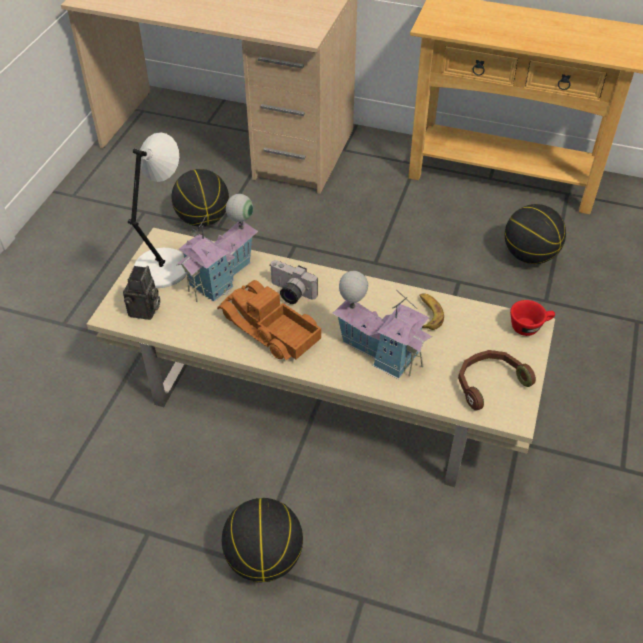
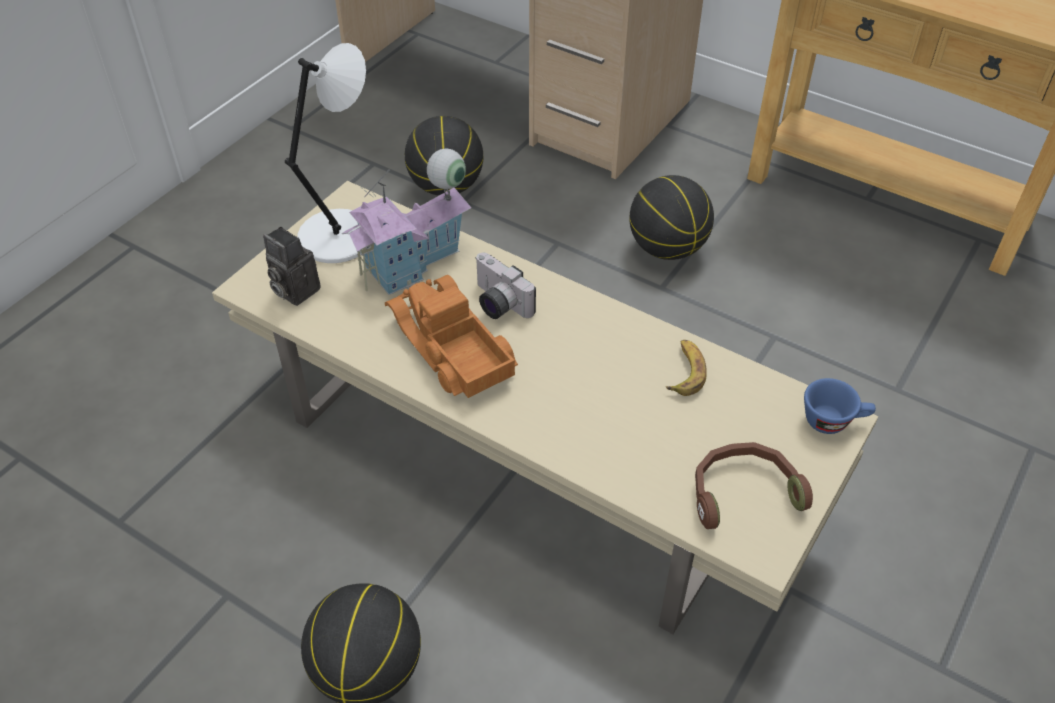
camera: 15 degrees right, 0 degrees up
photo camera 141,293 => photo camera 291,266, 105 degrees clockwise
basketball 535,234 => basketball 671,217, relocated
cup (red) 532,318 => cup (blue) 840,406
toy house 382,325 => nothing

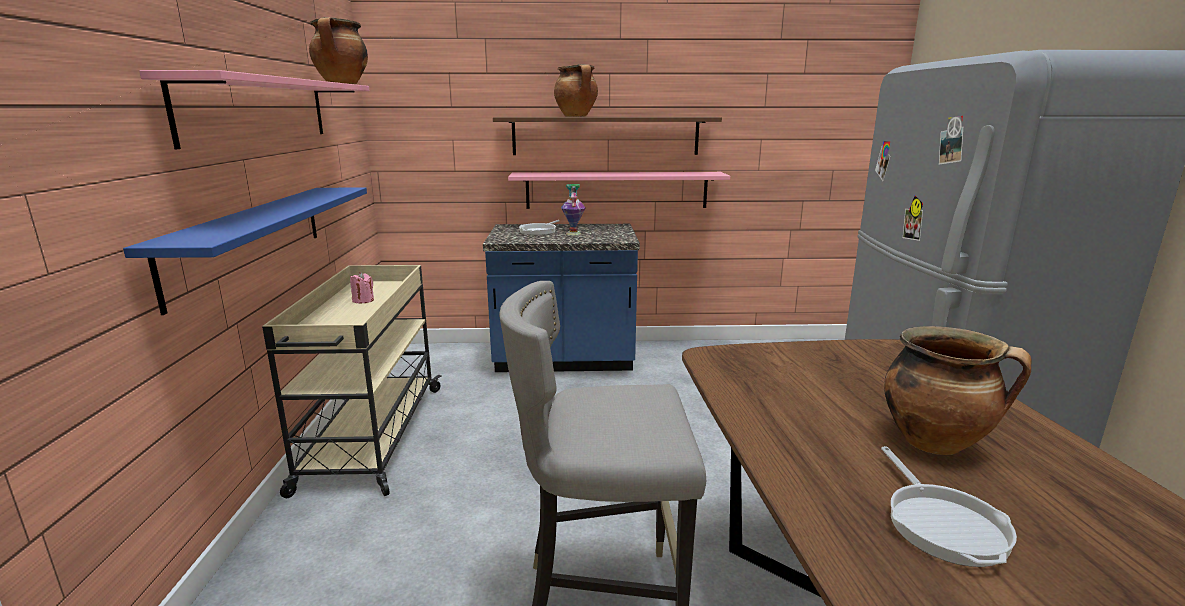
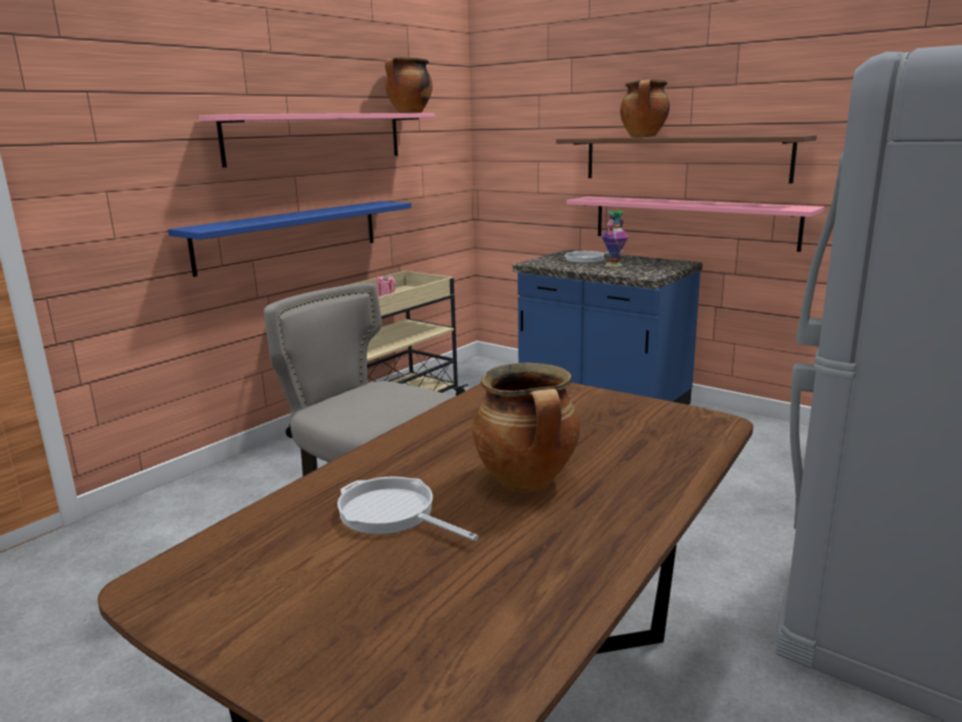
camera: 40 degrees right, 0 degrees up
frying pan 949,506 => frying pan 408,508, 90 degrees clockwise

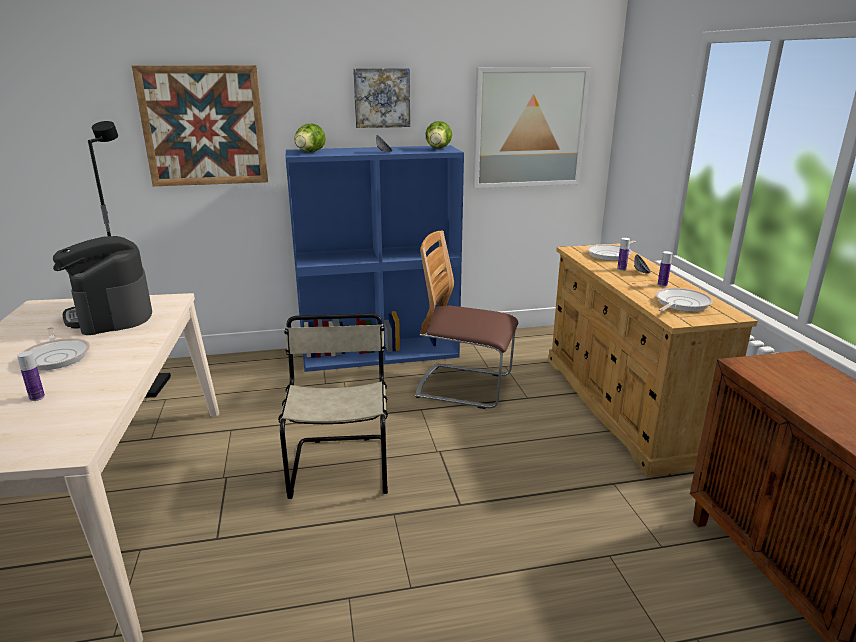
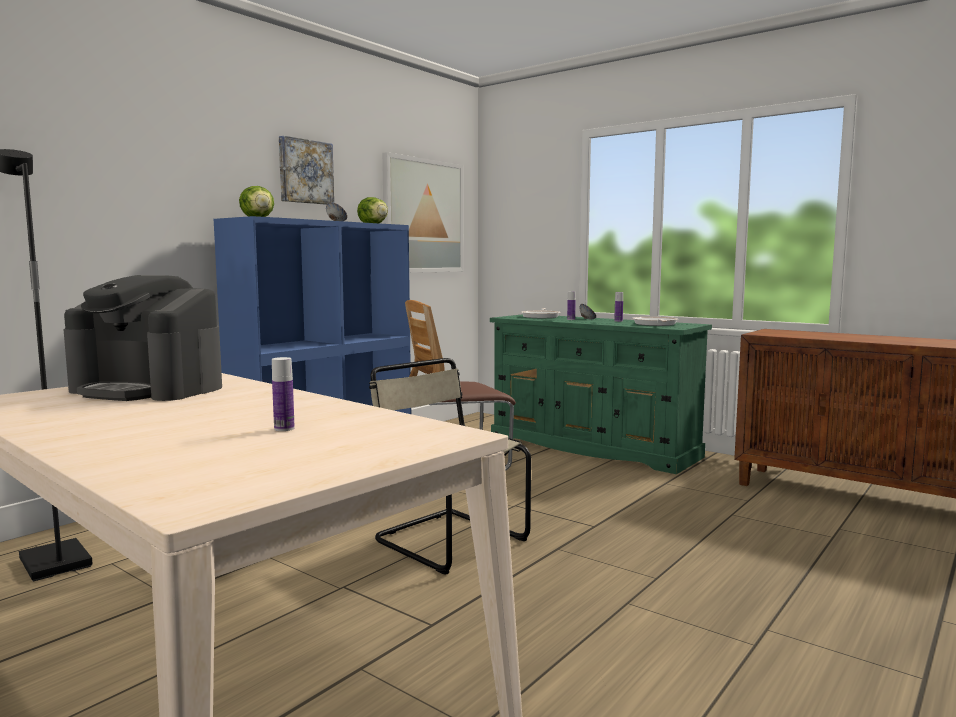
camera: 40 degrees left, 15 degrees down
dresser (beige) 653,360 => dresser (green) 601,394
frying pan 54,348 => nothing
picture 200,125 => nothing

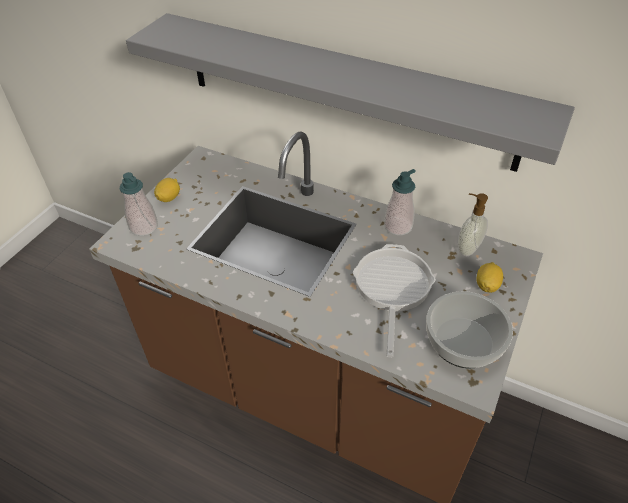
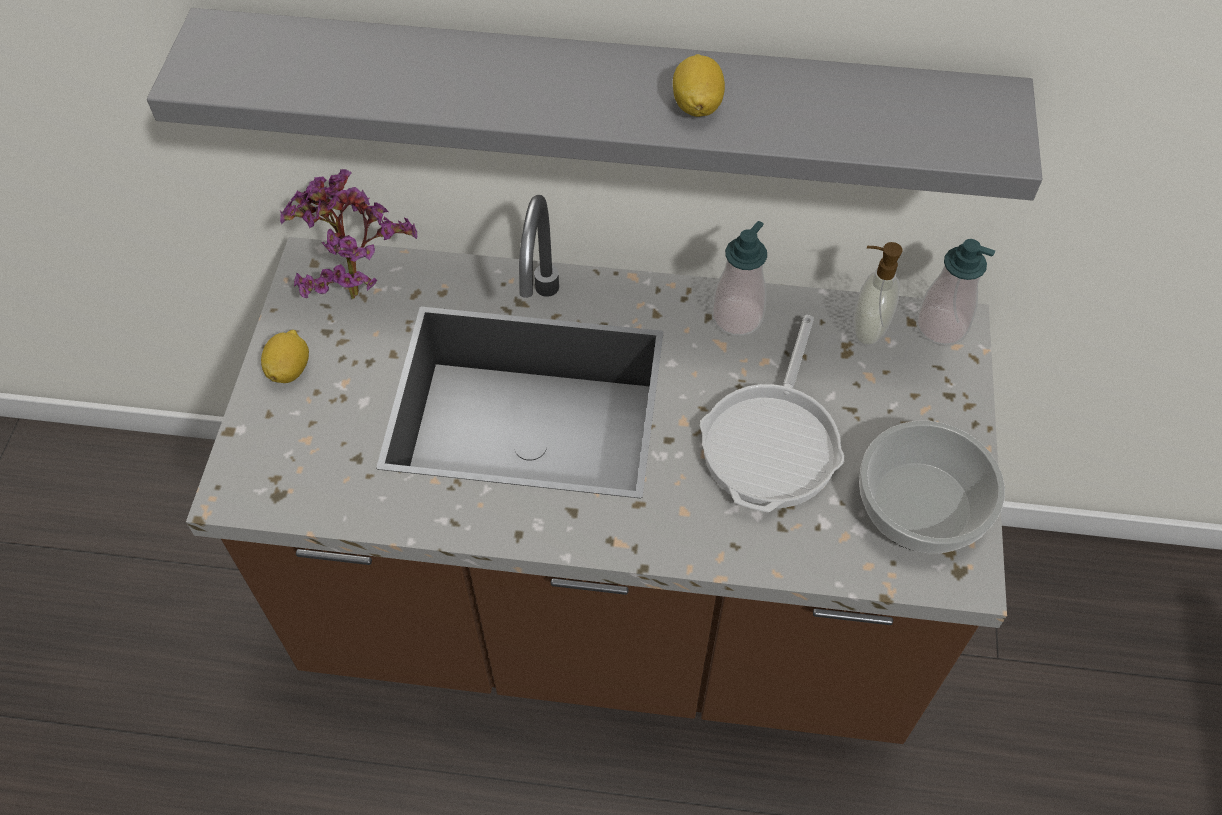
camera: 20 degrees left, 10 degrees up
nothing => potted plant 348,234
lemon 490,277 => lemon 699,85, relocated
frying pan 394,301 => frying pan 772,413, 150 degrees counterclockwise
soap dispenser 139,204 => soap dispenser 955,292, relocated

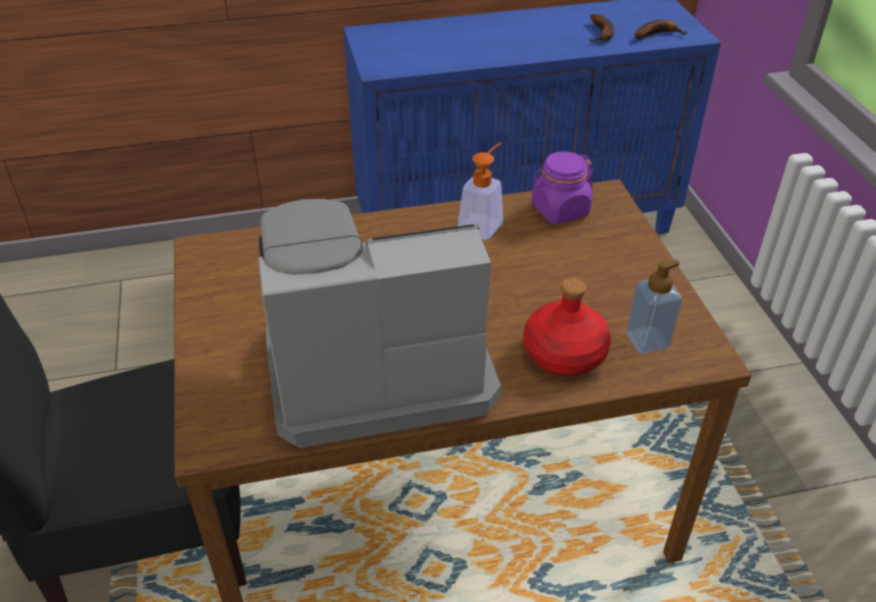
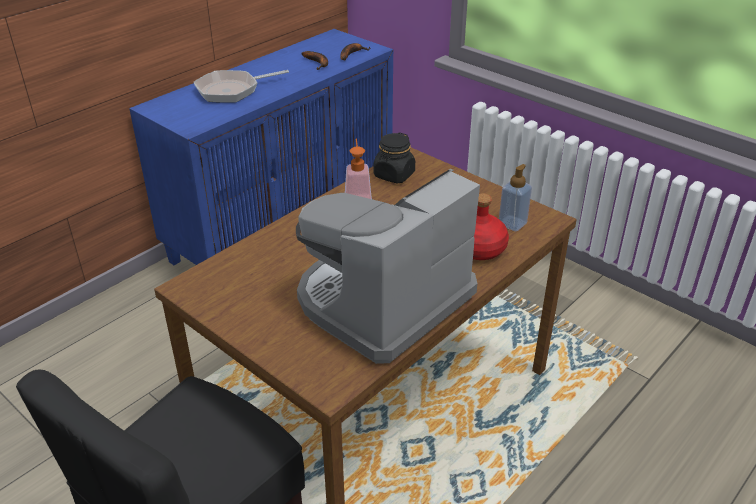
camera: 35 degrees left, 5 degrees down
nothing => frying pan 241,86
jar (purple) 562,187 => jar (black) 394,157

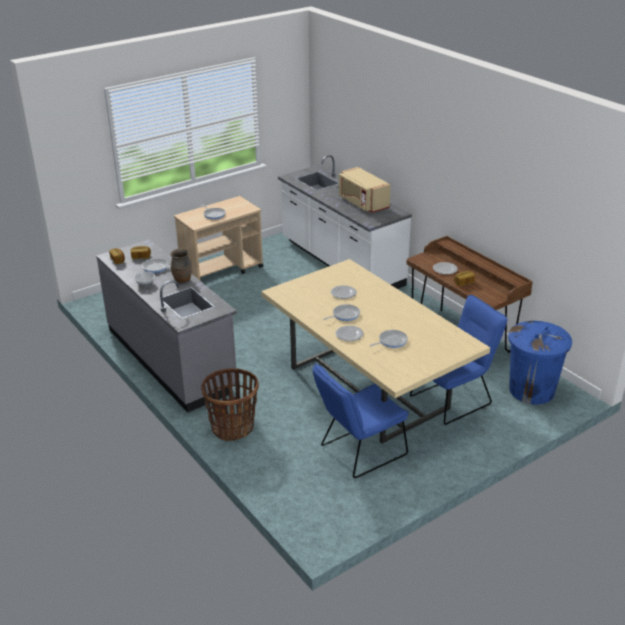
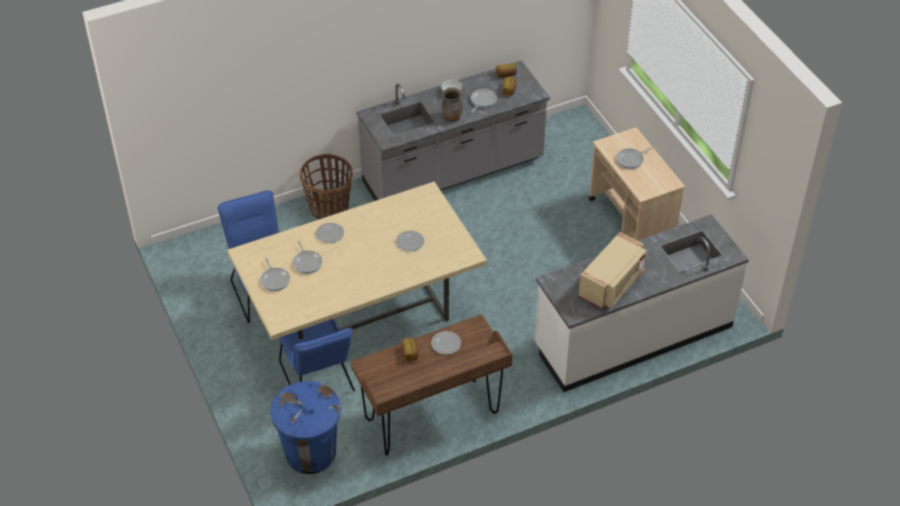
camera: 100 degrees right, 15 degrees up
frying pan 342,312 => frying pan 275,274, relocated
microwave (beige) 365,190 => microwave (beige) 612,270, 150 degrees clockwise

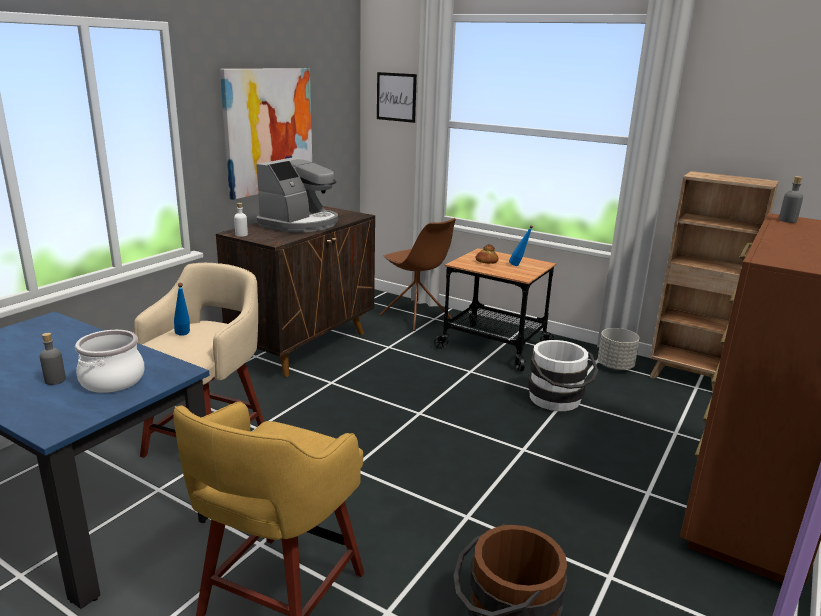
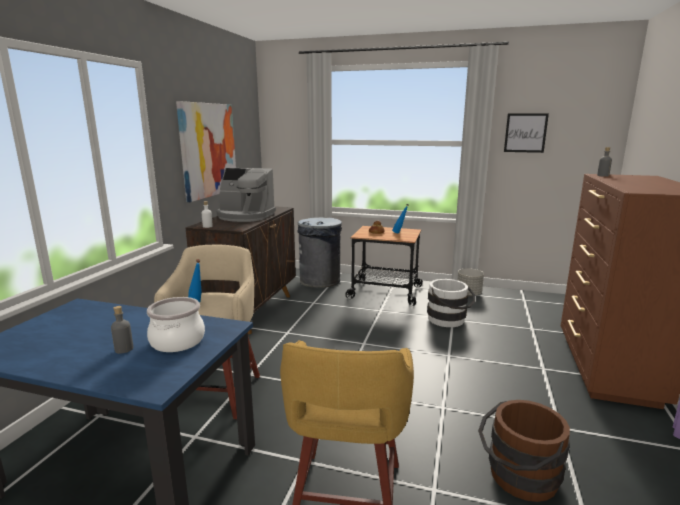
camera: 15 degrees left, 5 degrees down
coffee machine 297,194 => coffee machine 246,195, 90 degrees clockwise
chair (brown) 418,274 => trash can (grey) 320,252
picture 397,97 => picture 526,133, relocated
bookcase (brown) 714,281 => nothing

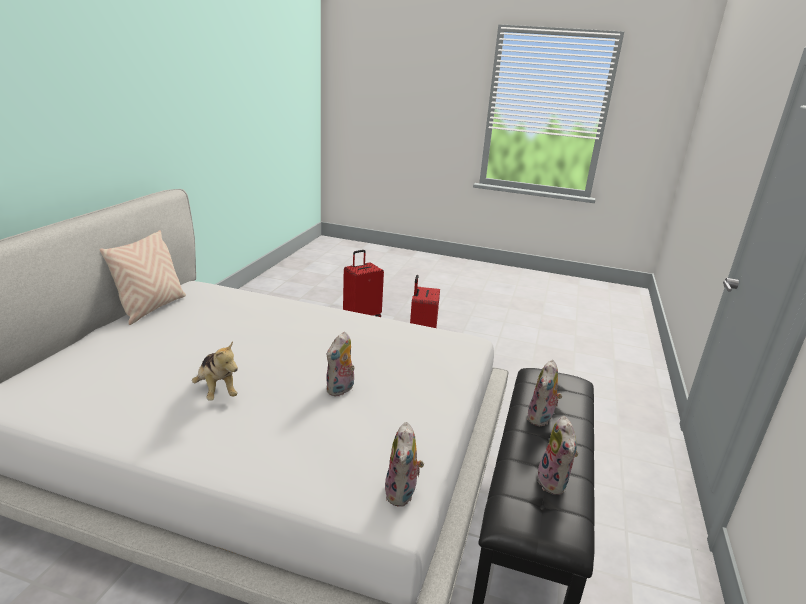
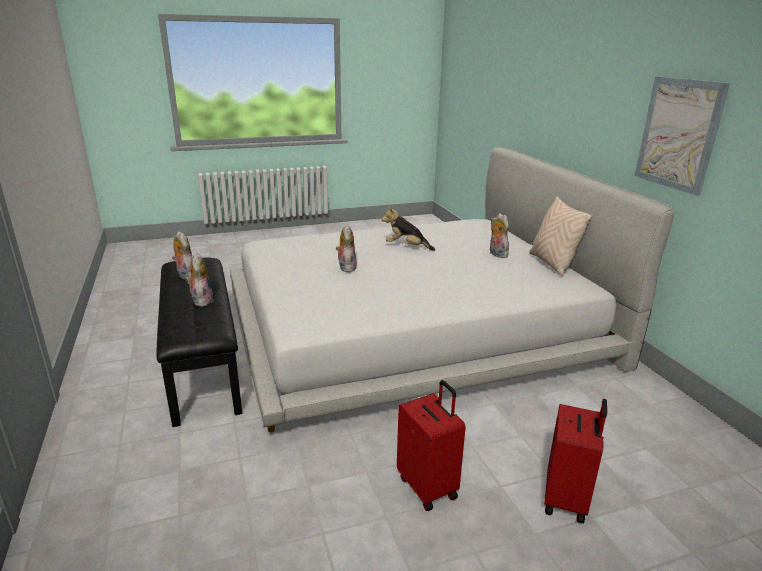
camera: 145 degrees right, 0 degrees up
plush toy 404,464 => plush toy 500,235, relocated
nothing => picture 682,136

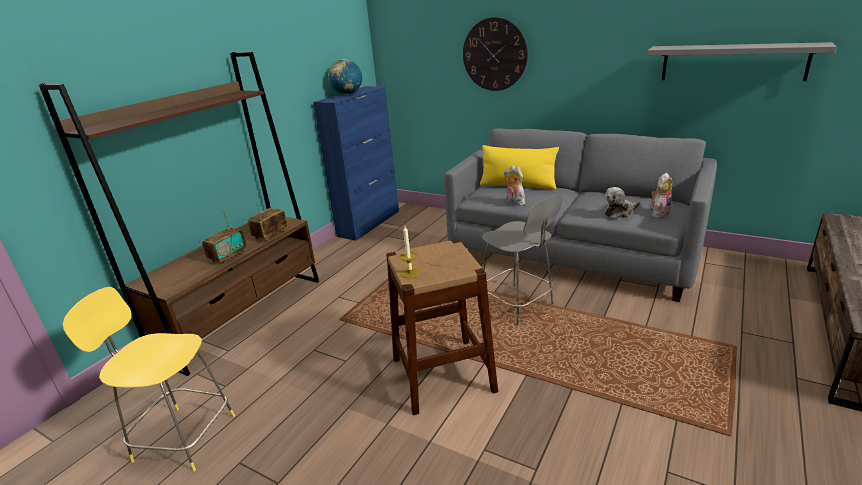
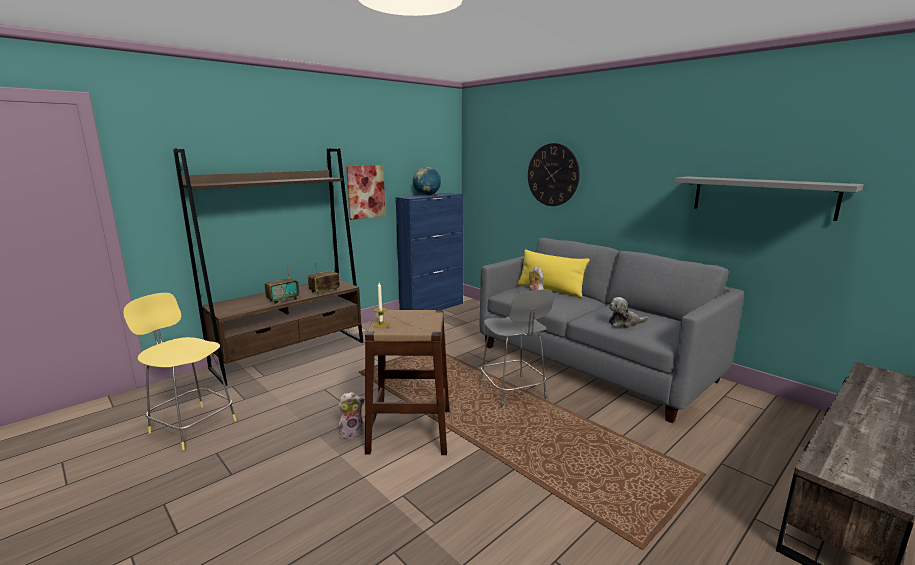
camera: 15 degrees right, 10 degrees down
plush toy 662,195 => plush toy 351,415, relocated
nothing => picture 366,192

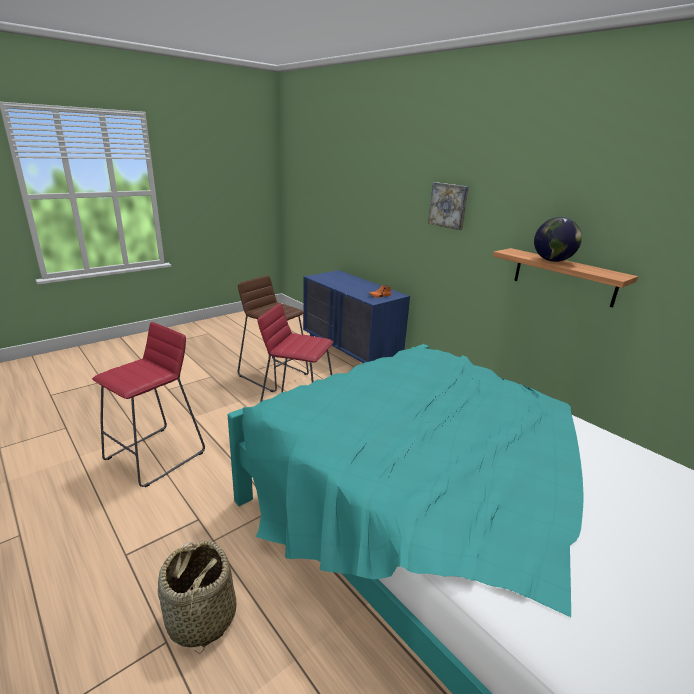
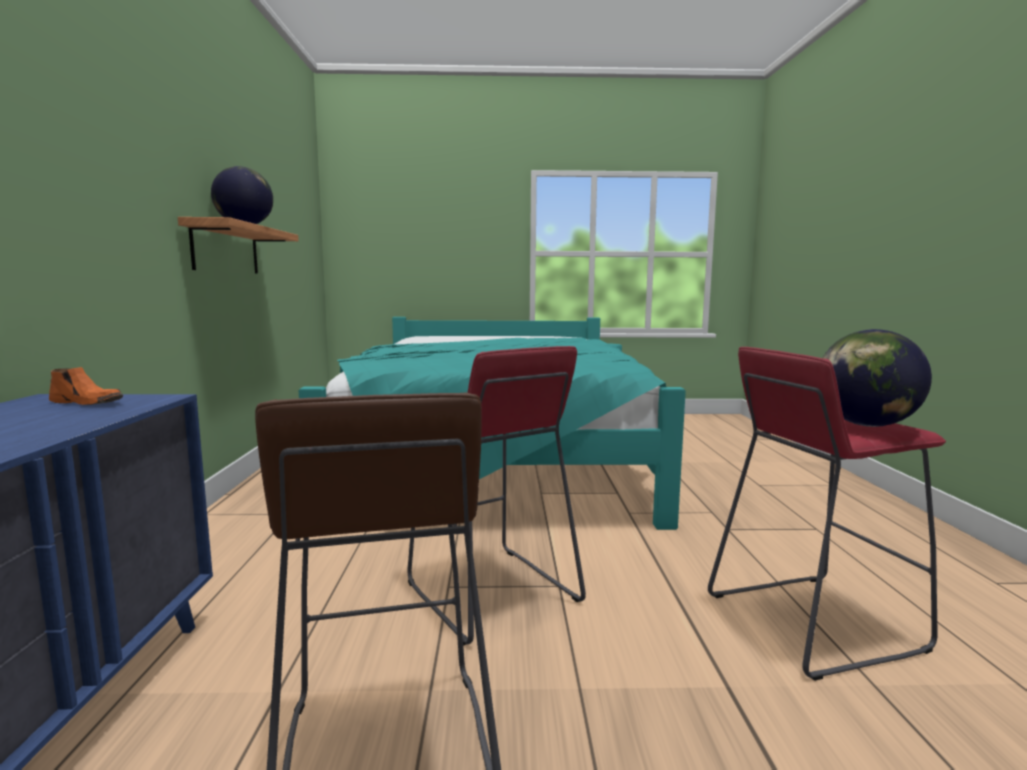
camera: 140 degrees left, 15 degrees down
nothing => globe 877,378
basket 197,597 => nothing
picture 448,206 => nothing

